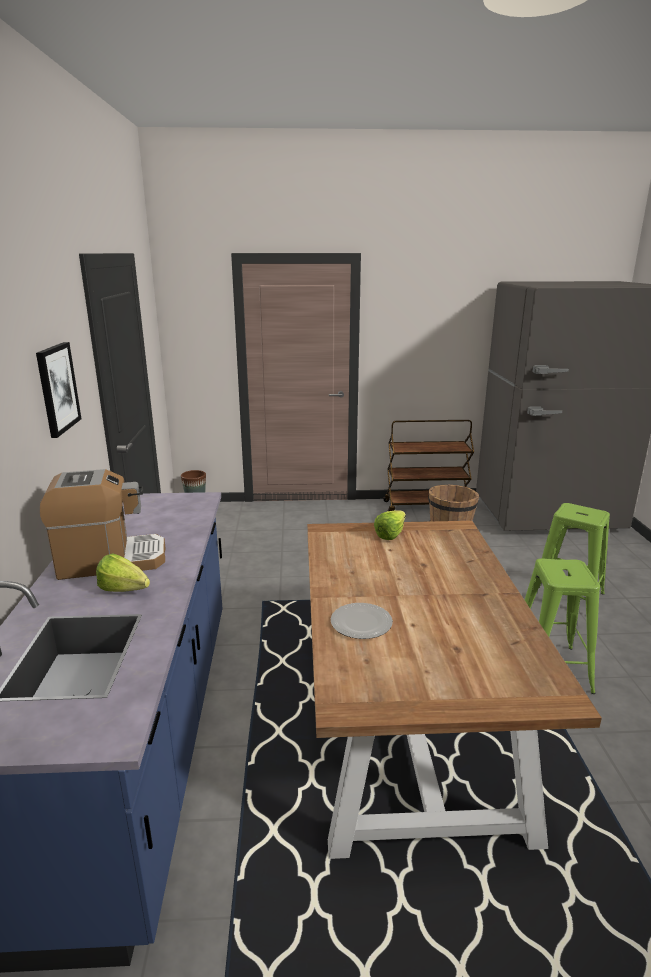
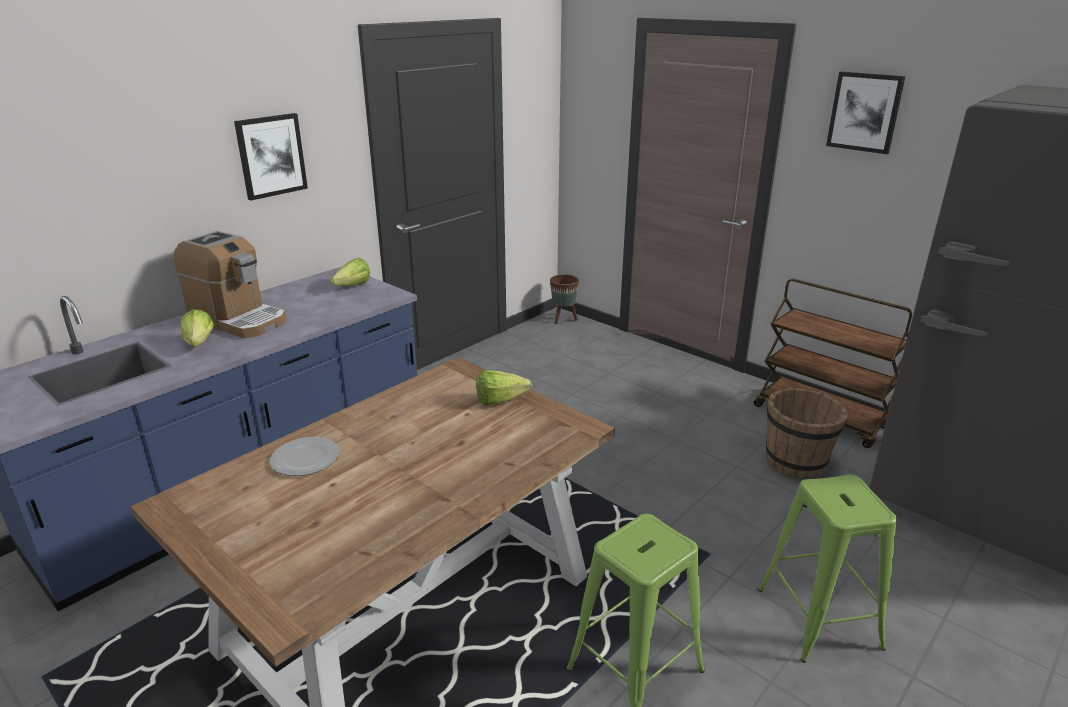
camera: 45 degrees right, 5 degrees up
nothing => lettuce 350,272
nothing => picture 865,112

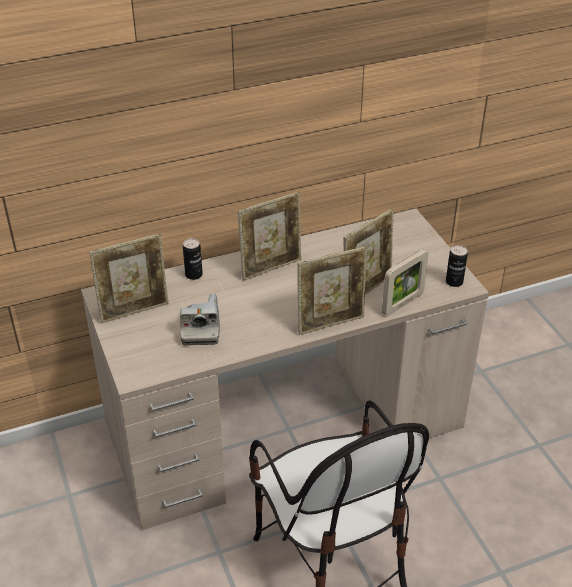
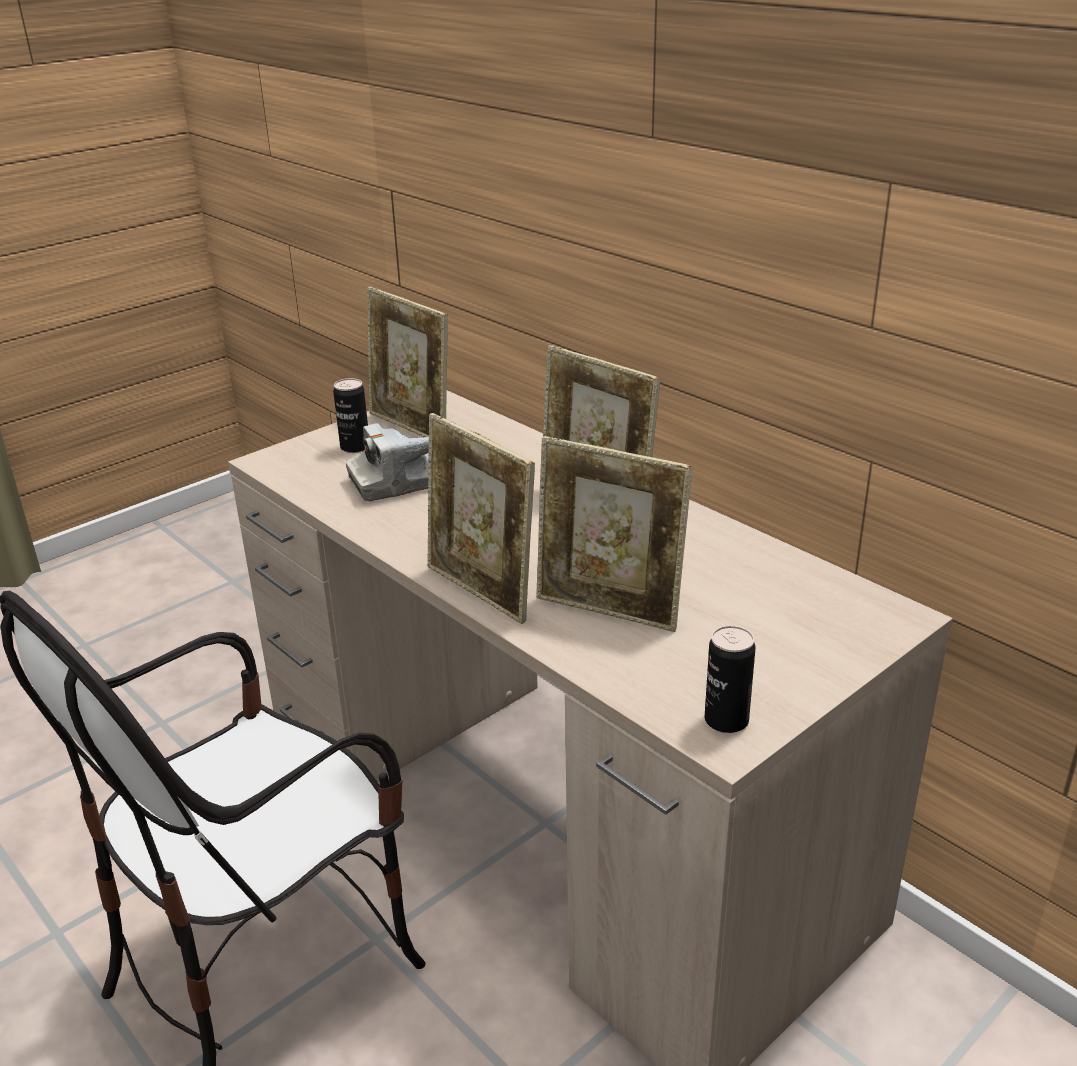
camera: 70 degrees right, 10 degrees down
can 193,259 => can 350,415, relocated
picture frame 405,282 => nothing

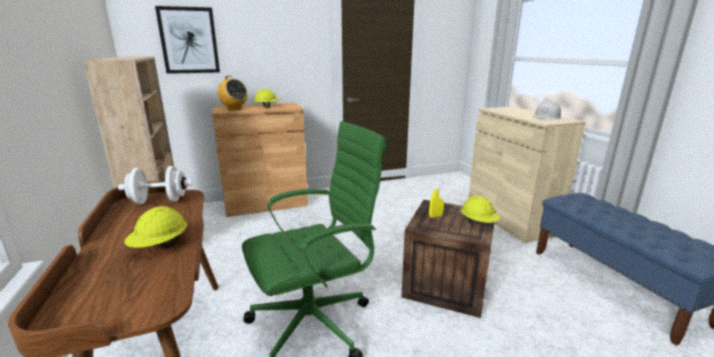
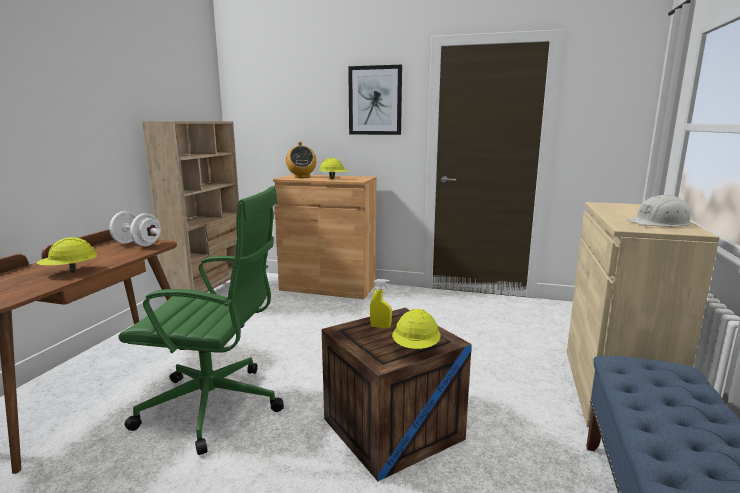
camera: 35 degrees right, 5 degrees down
picture 187,40 => picture 375,100, relocated

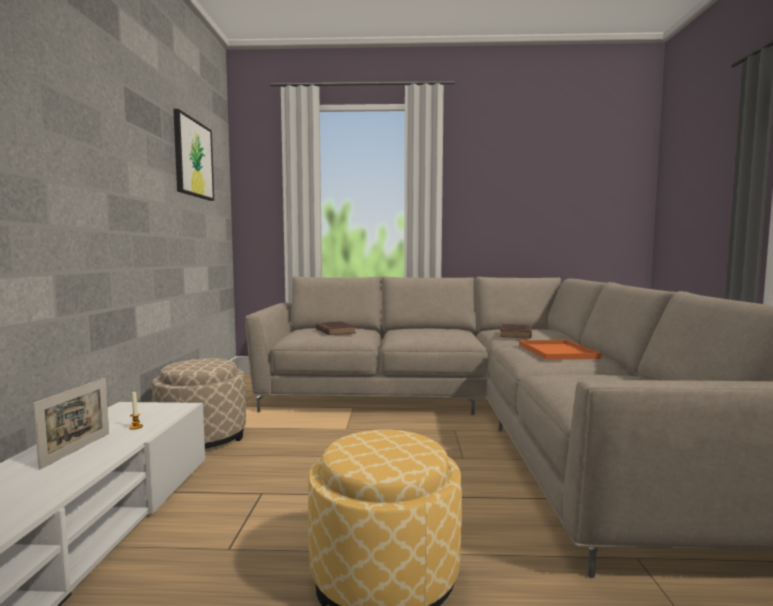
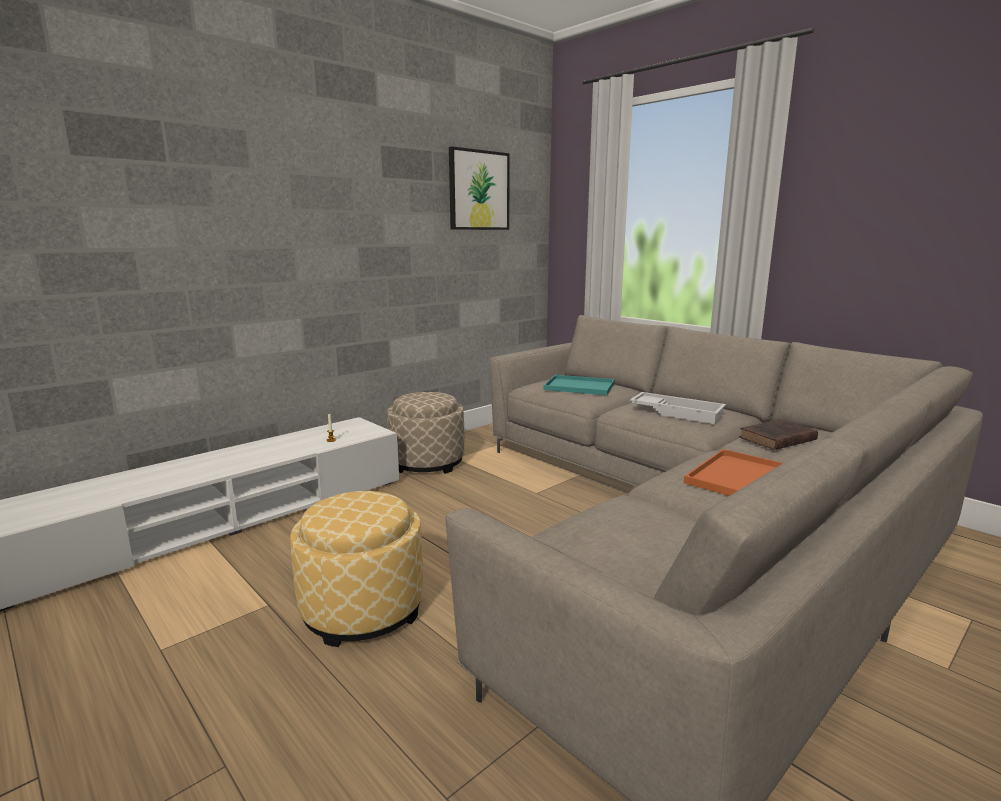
camera: 45 degrees right, 10 degrees up
book (brown) 335,328 => tray (turquoise) 579,385
nothing => tray (white) 678,408
picture frame 71,424 => nothing

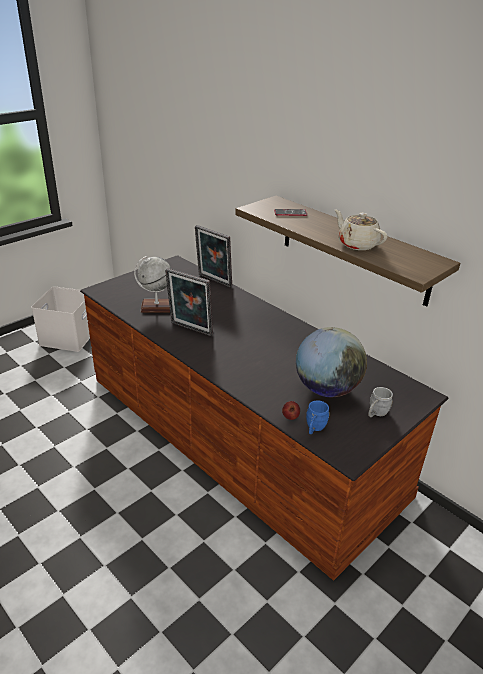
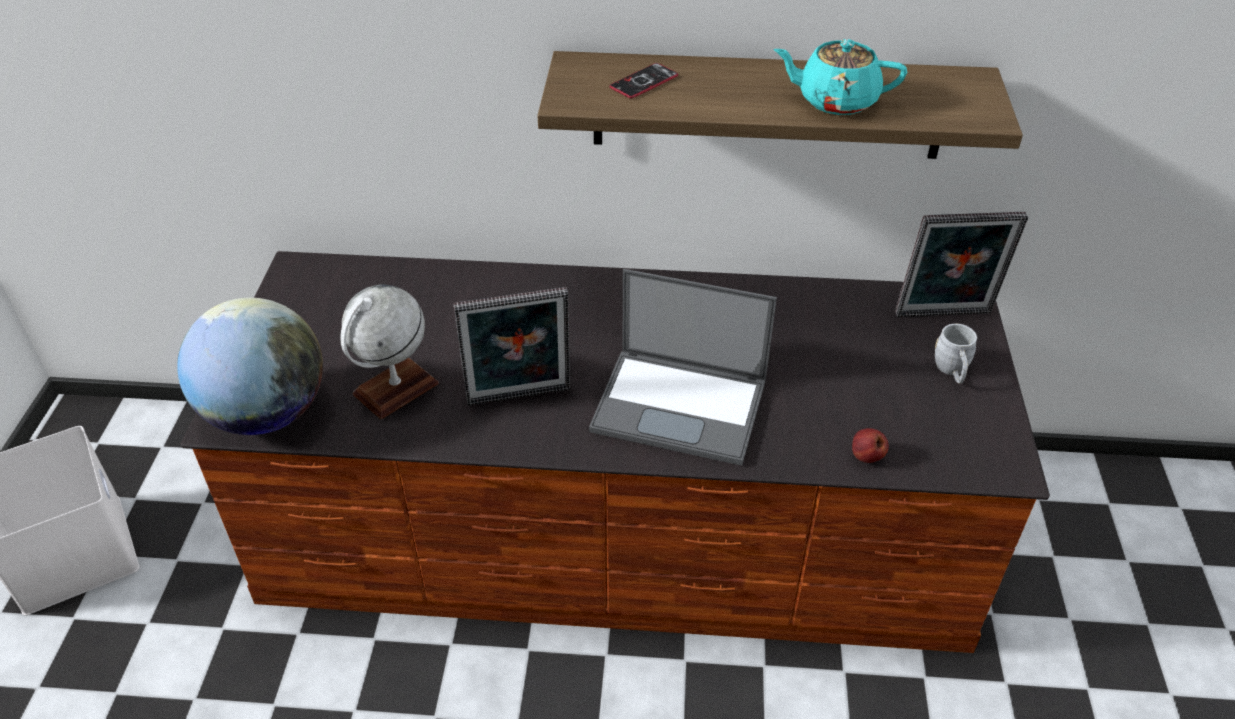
camera: 40 degrees left, 10 degrees up
globe 331,362 => globe 250,366, relocated
nothing => laptop 683,367
teapot (beige) 361,229 => teapot (turquoise) 840,77
picture frame 213,256 => picture frame 961,264, relocated
mug (blue) 317,417 => nothing

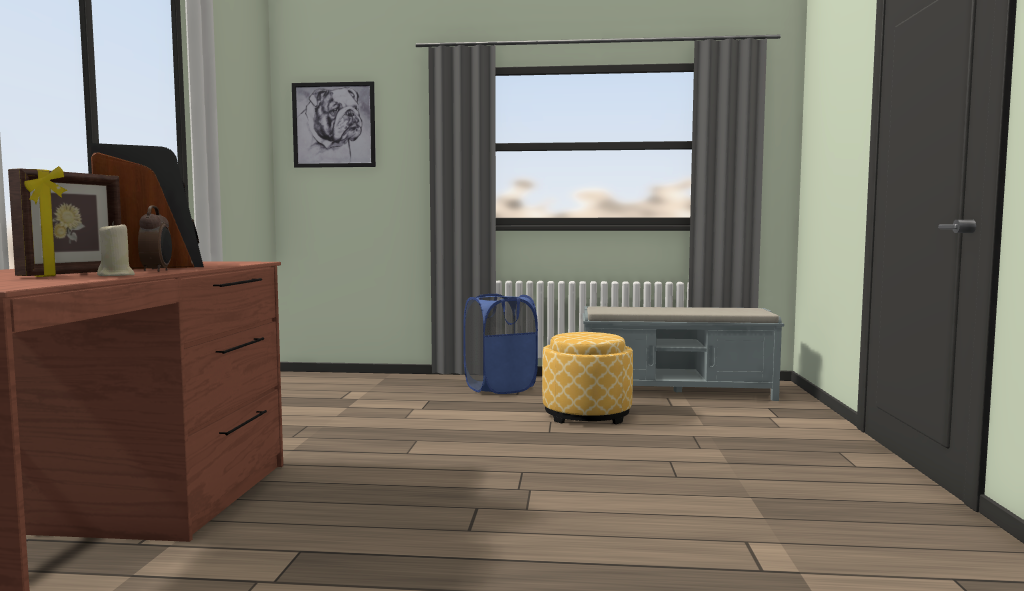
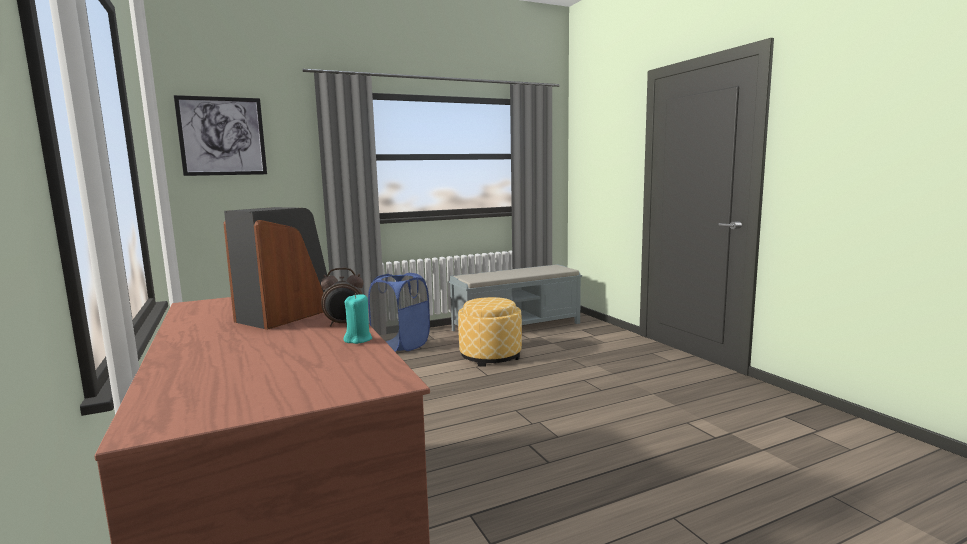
camera: 30 degrees left, 5 degrees up
alarm clock 155,239 => alarm clock 342,297, 120 degrees clockwise
candle (beige) 116,248 => candle (turquoise) 358,318
picture frame 64,221 => nothing

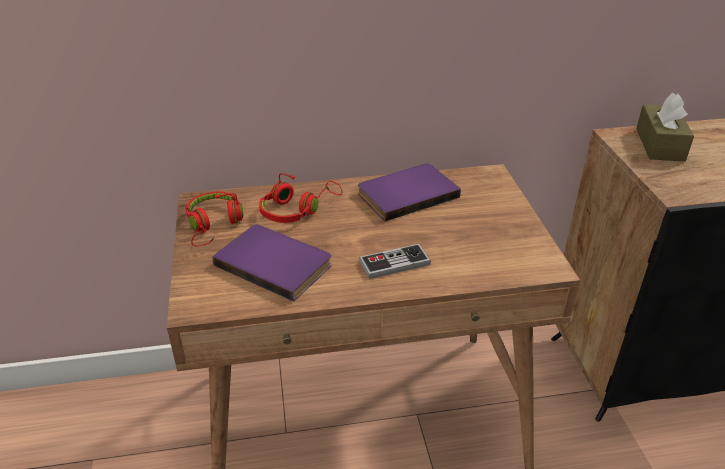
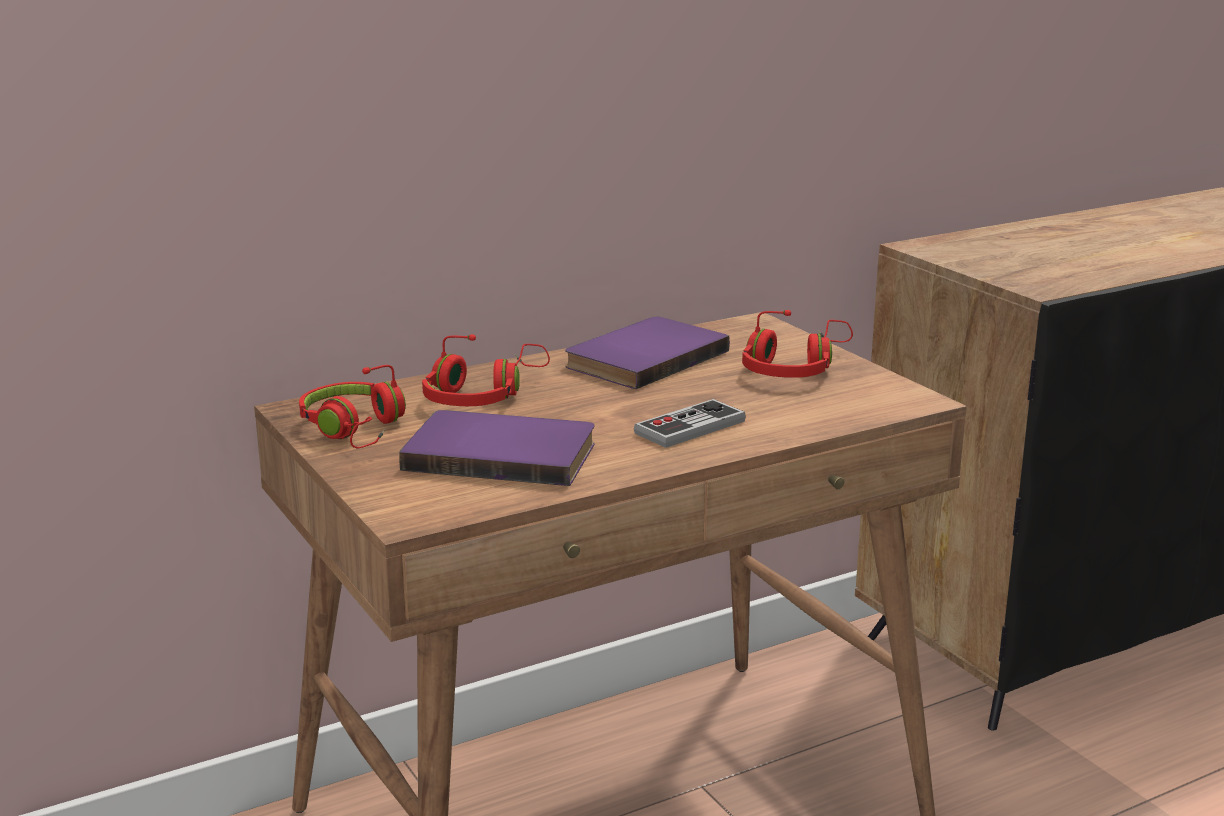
camera: 20 degrees left, 15 degrees down
nothing => headphones (red) 797,344
tissue box (brown) 665,127 => nothing

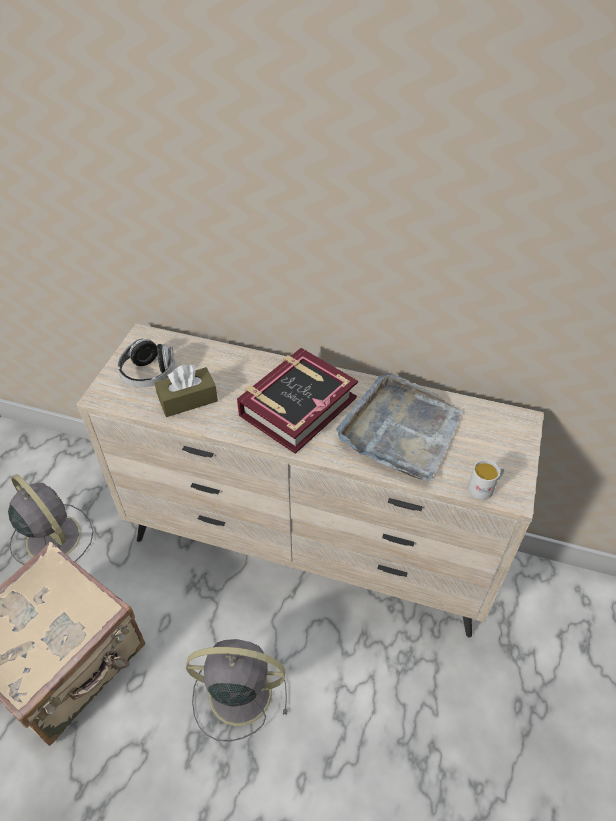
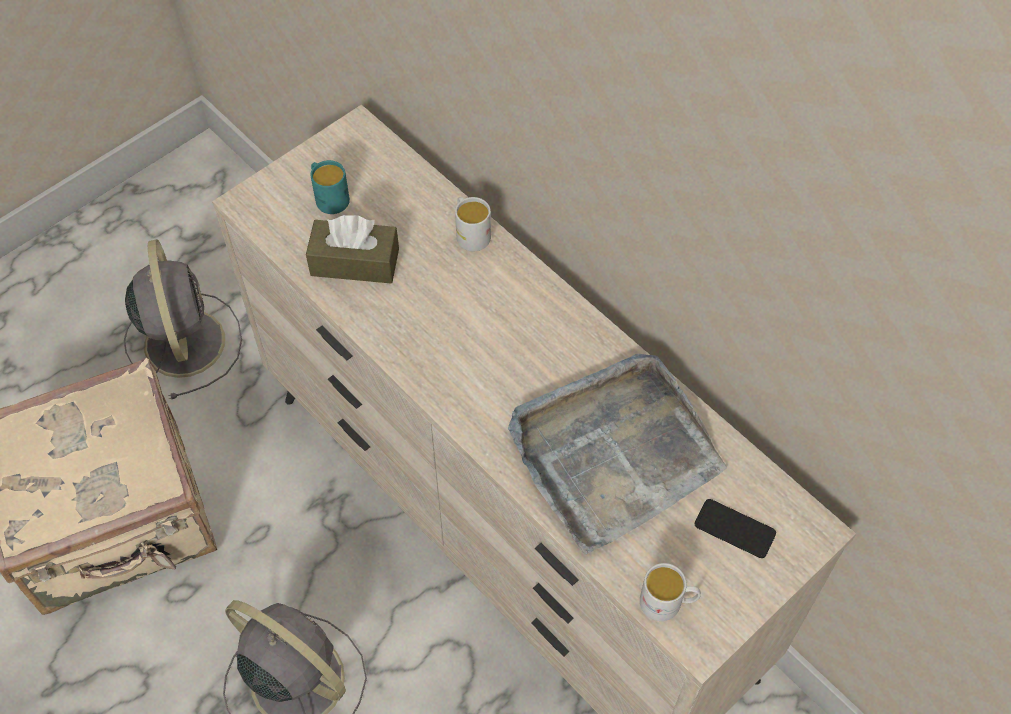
camera: 30 degrees right, 10 degrees up
headphones 146,363 => mug (turquoise) 330,187
nothing => mug (white) 473,224
nothing => phone 735,528
book 297,401 => nothing

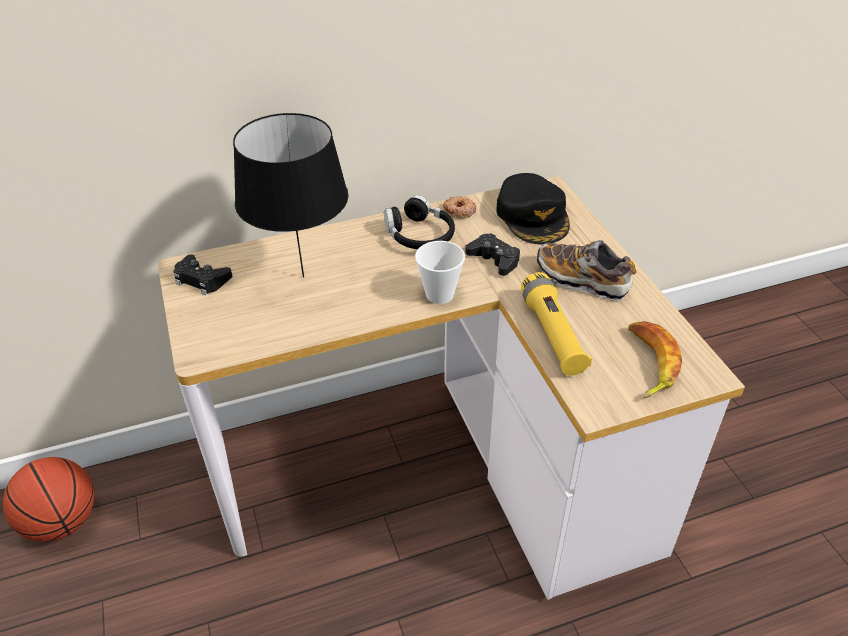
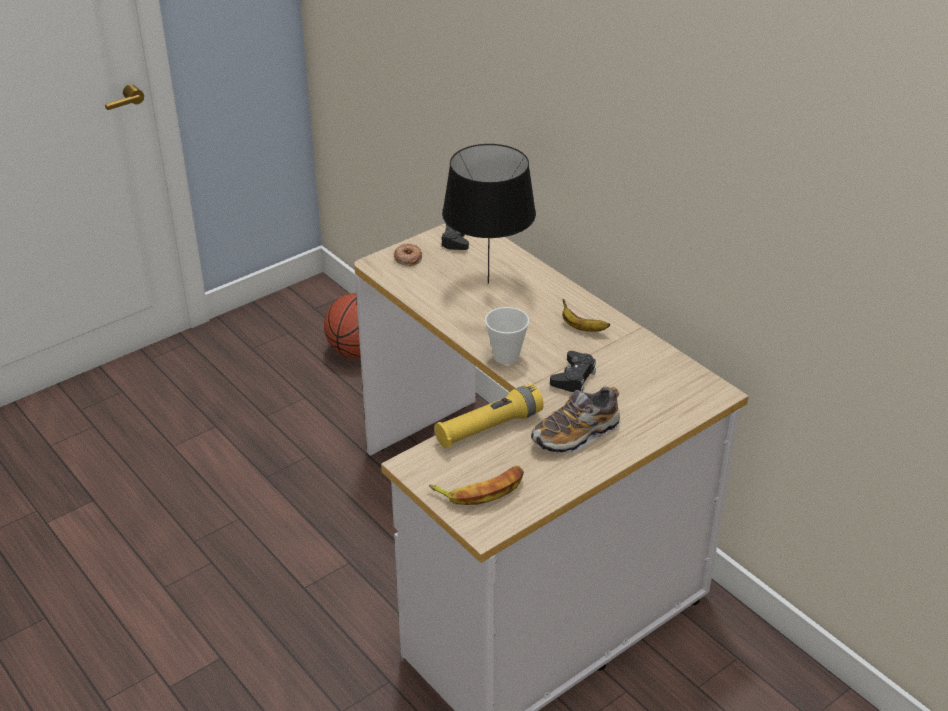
camera: 70 degrees right, 5 degrees down
donut 459,207 => donut 408,254, relocated
shoe 586,270 => shoe 576,420, 135 degrees counterclockwise
headphones (black) 419,222 => banana 586,315
cap (black) 533,208 => nothing

